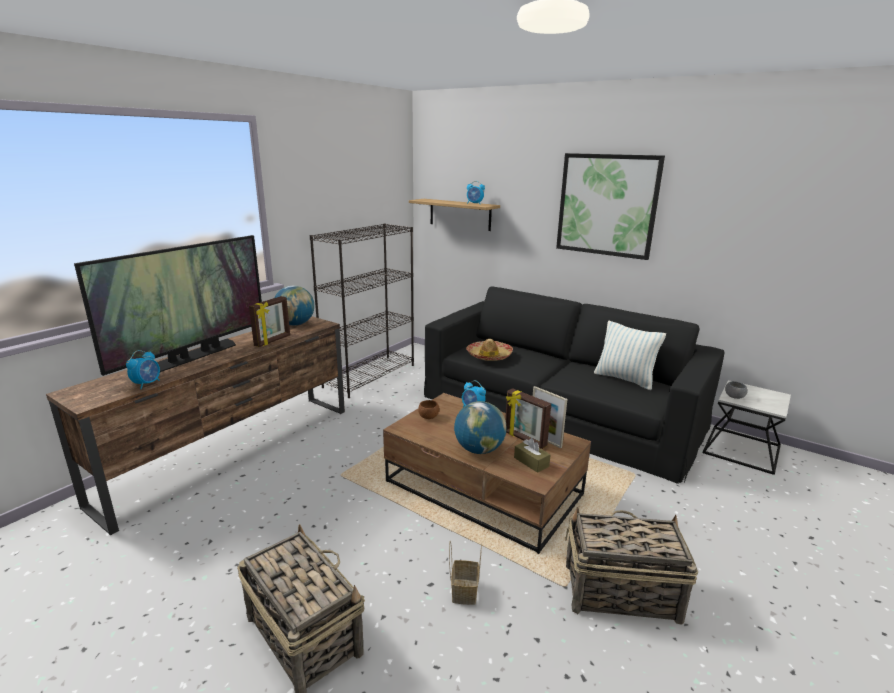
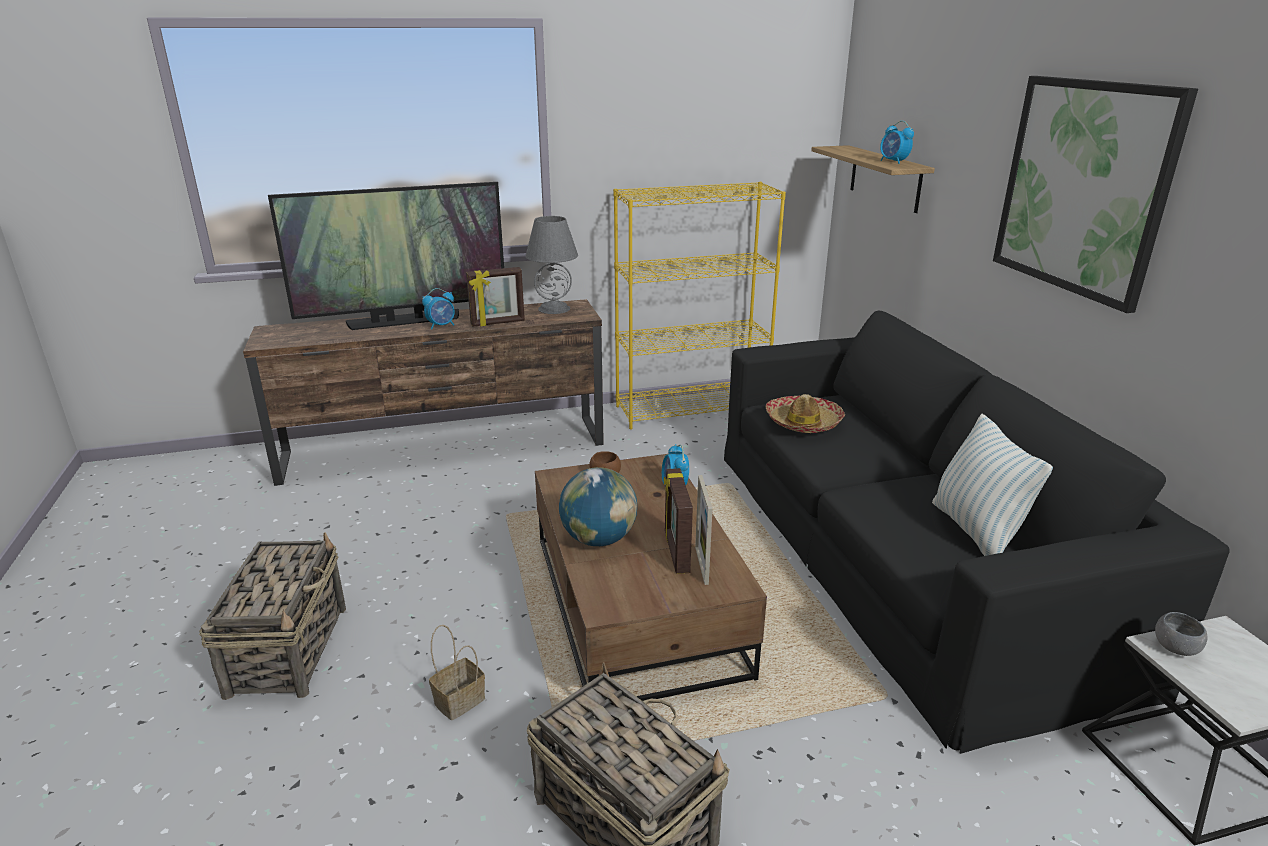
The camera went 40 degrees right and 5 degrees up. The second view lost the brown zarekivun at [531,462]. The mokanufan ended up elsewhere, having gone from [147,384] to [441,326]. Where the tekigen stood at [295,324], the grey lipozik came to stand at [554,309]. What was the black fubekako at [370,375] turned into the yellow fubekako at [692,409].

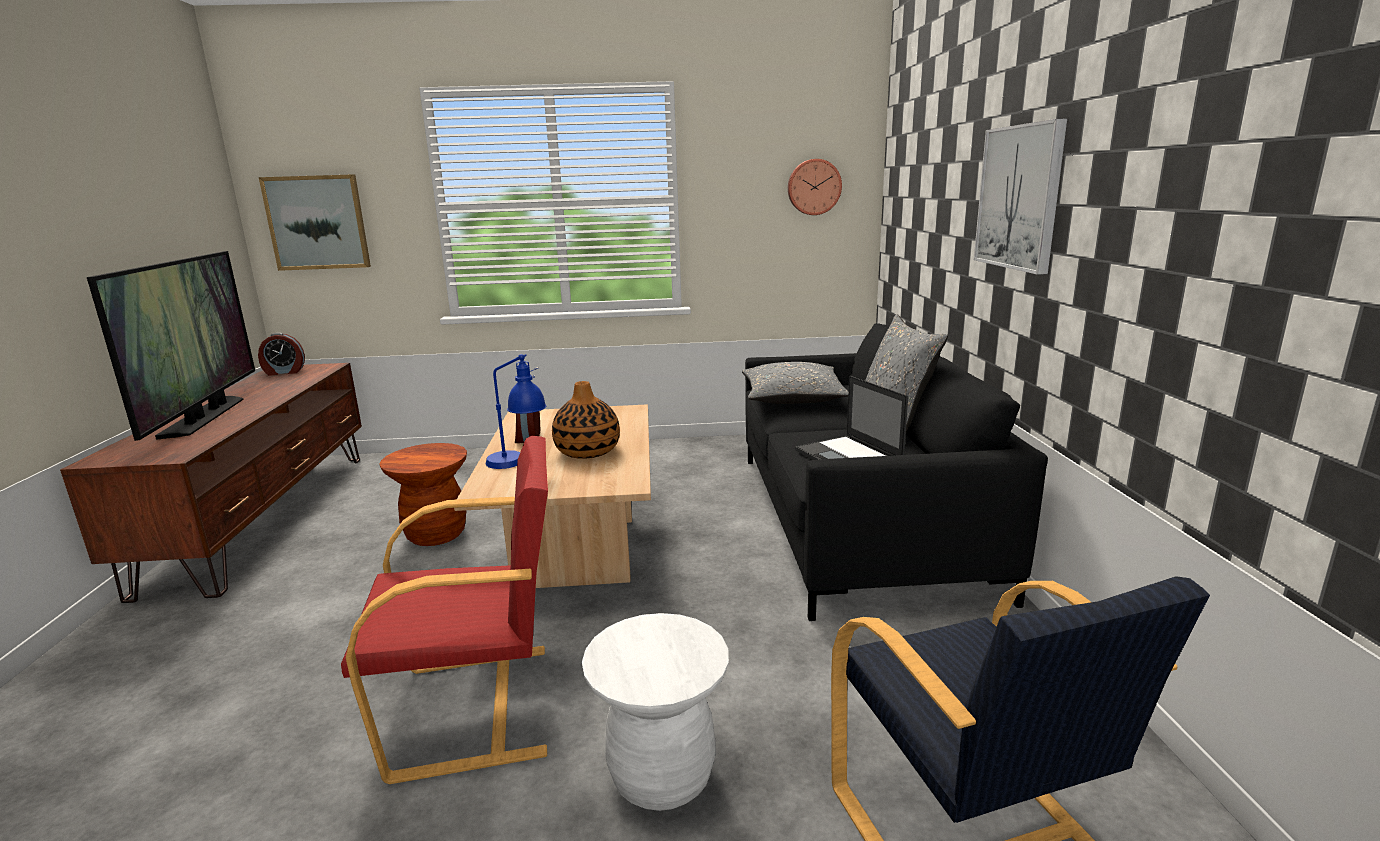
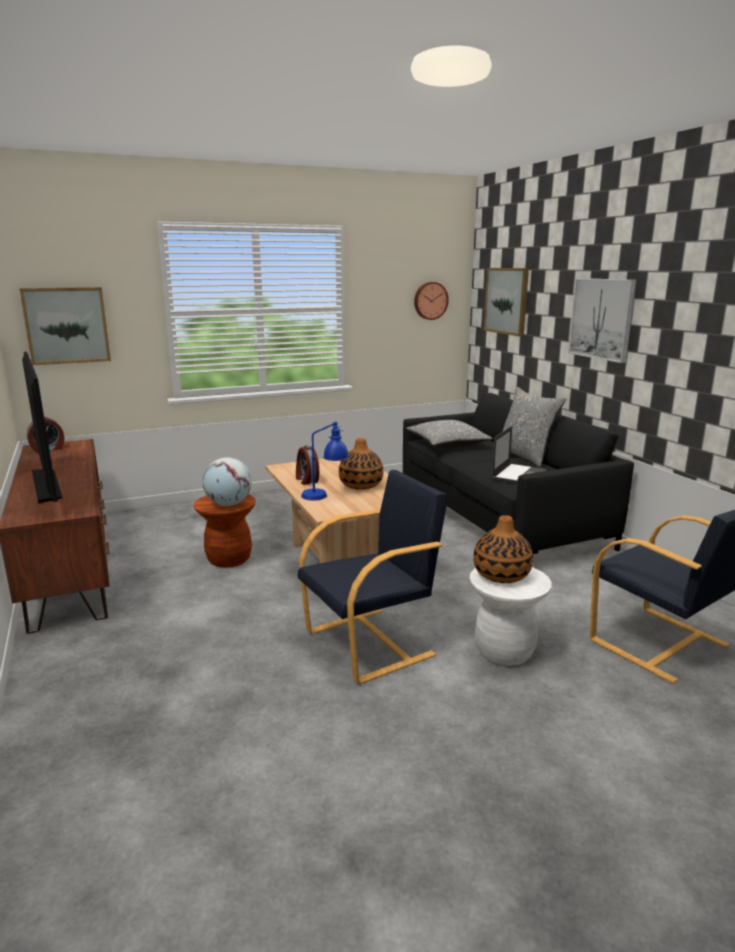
The camera went 20 degrees left and 0 degrees up. The second view gained the tekigen at [229,504]. The second view gained the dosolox at [501,575]. The second view gained the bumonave at [507,301]. What was the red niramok at [478,708] turned into the black niramok at [371,643]. The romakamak at [849,457] ended up facing another way, 105 degrees counterclockwise from before.

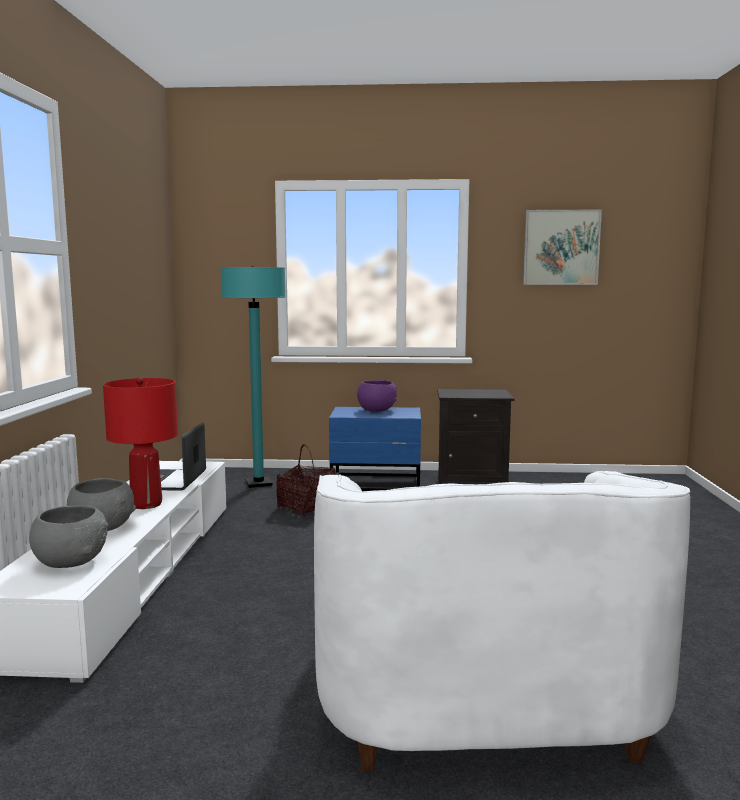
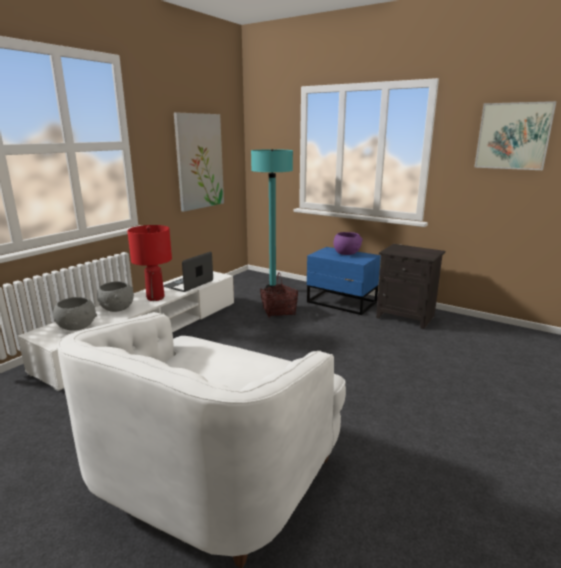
The camera went 30 degrees right and 10 degrees up. The second view gained the bumonave at [199,161].

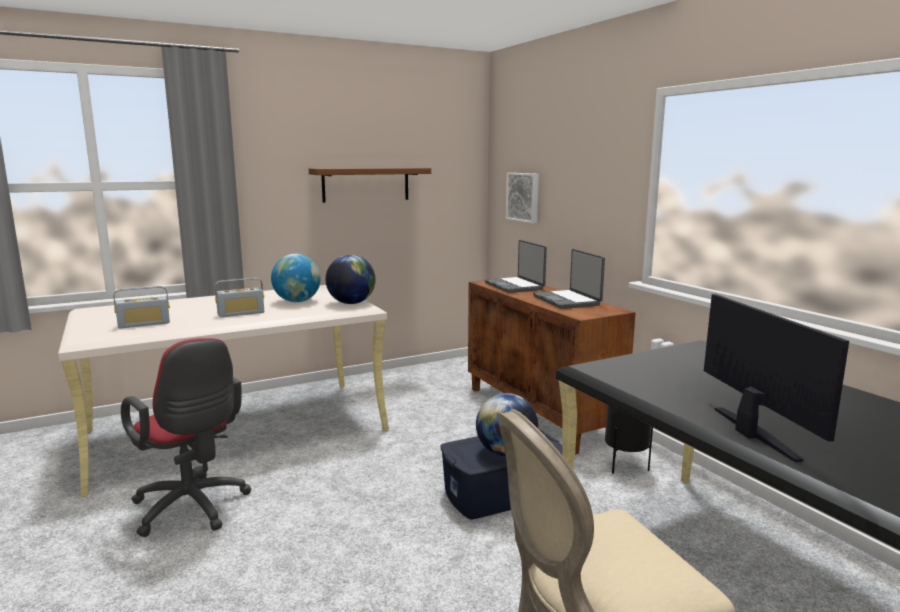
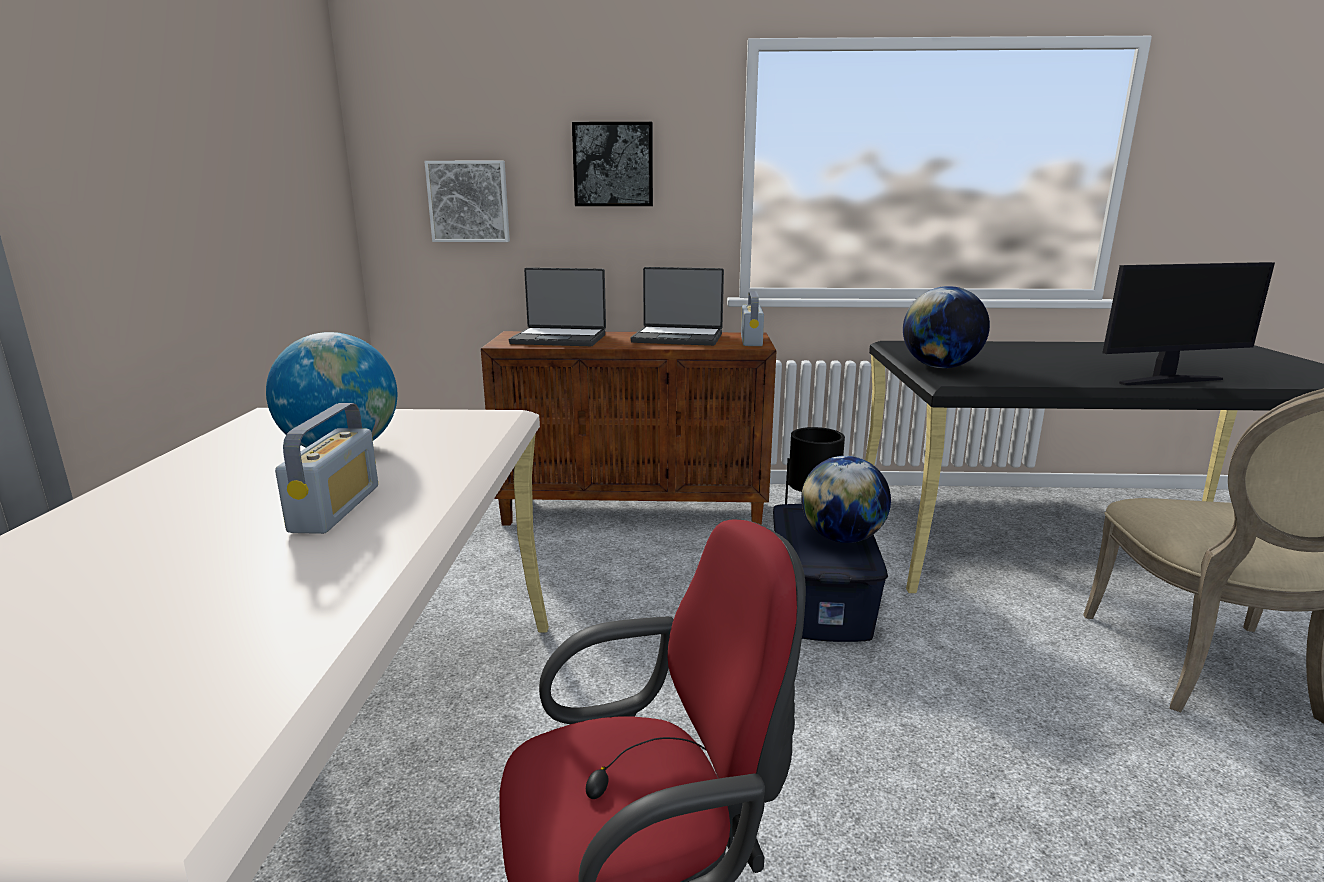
The camera went 60 degrees left and 5 degrees up. The second view lost the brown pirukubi at [366,184]. The second view gained the bumonave at [613,165]. The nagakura ended up elsewhere, having gone from [144,324] to [751,340]. The tekigen ended up elsewhere, having gone from [351,303] to [940,367]. The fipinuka at [750,433] ended up facing another way, 150 degrees clockwise from before.

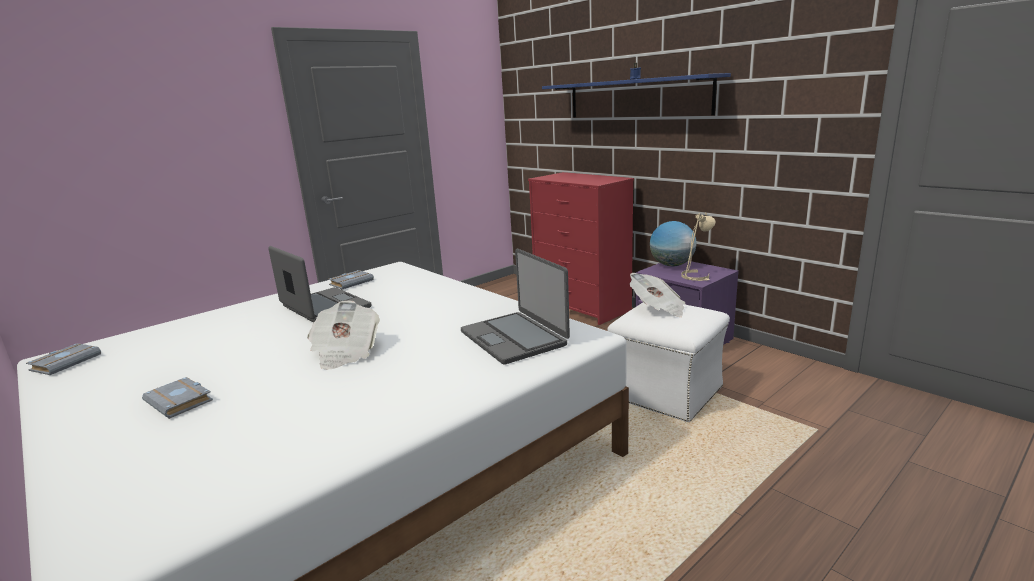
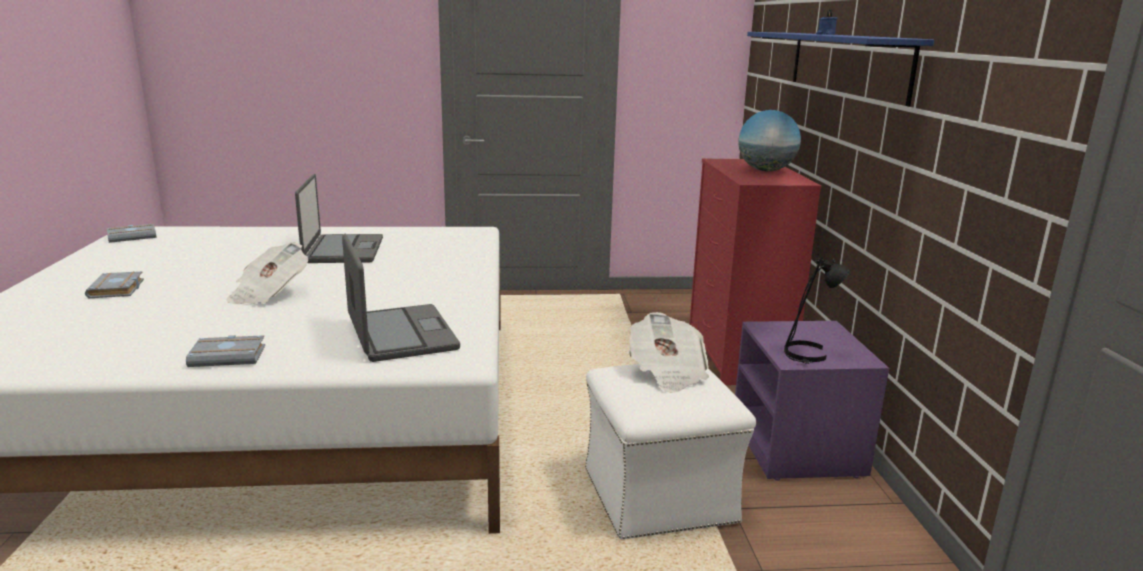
The camera went 35 degrees right and 0 degrees up. The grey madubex ended up elsewhere, having gone from [351,282] to [229,356]. The tekigen ended up elsewhere, having gone from [672,265] to [766,170]. What was the beige lipozik at [696,276] turned into the black lipozik at [806,354]. The romakamak at [514,338] ended up facing another way, 150 degrees clockwise from before.

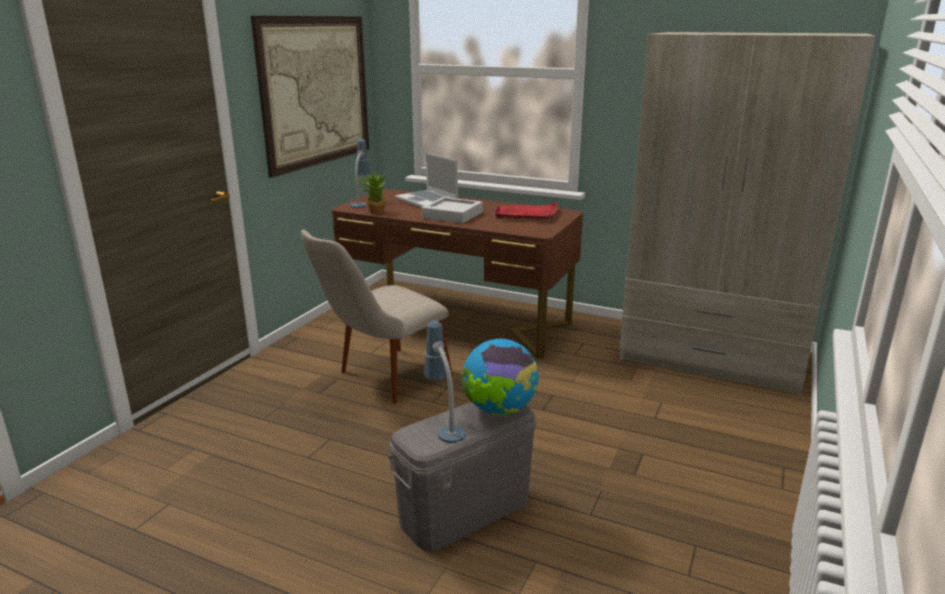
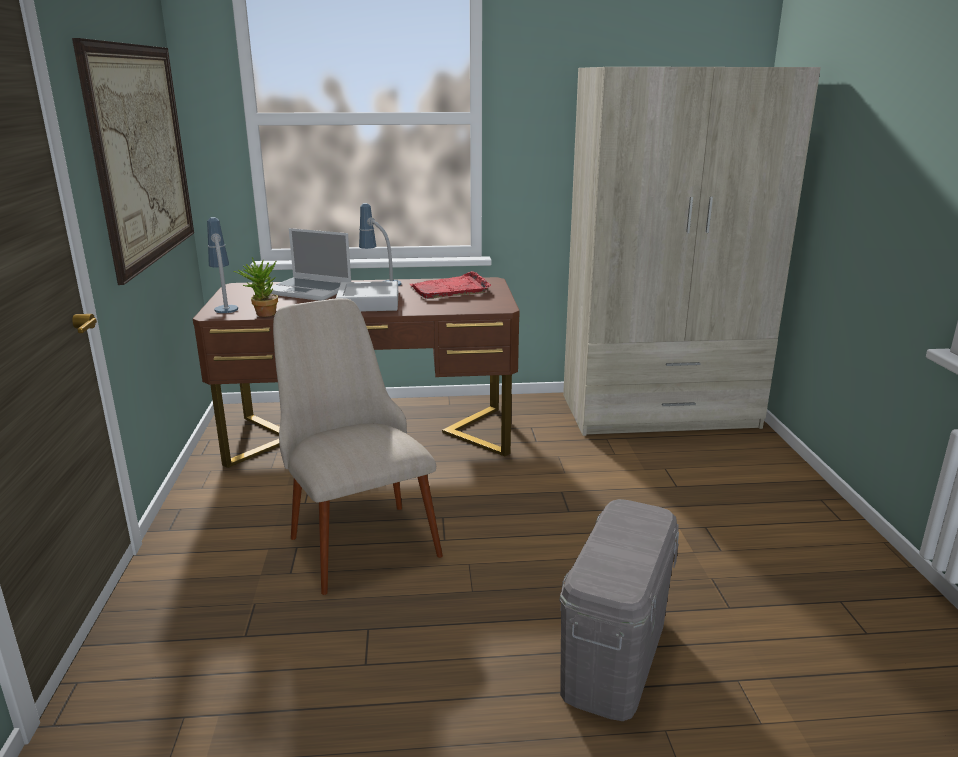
The camera went 30 degrees left and 0 degrees up. The second view lost the tekigen at [499,410]. The lipozik ended up elsewhere, having gone from [444,425] to [380,282]. The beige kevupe at [381,381] ended up facing another way, 135 degrees clockwise from before.

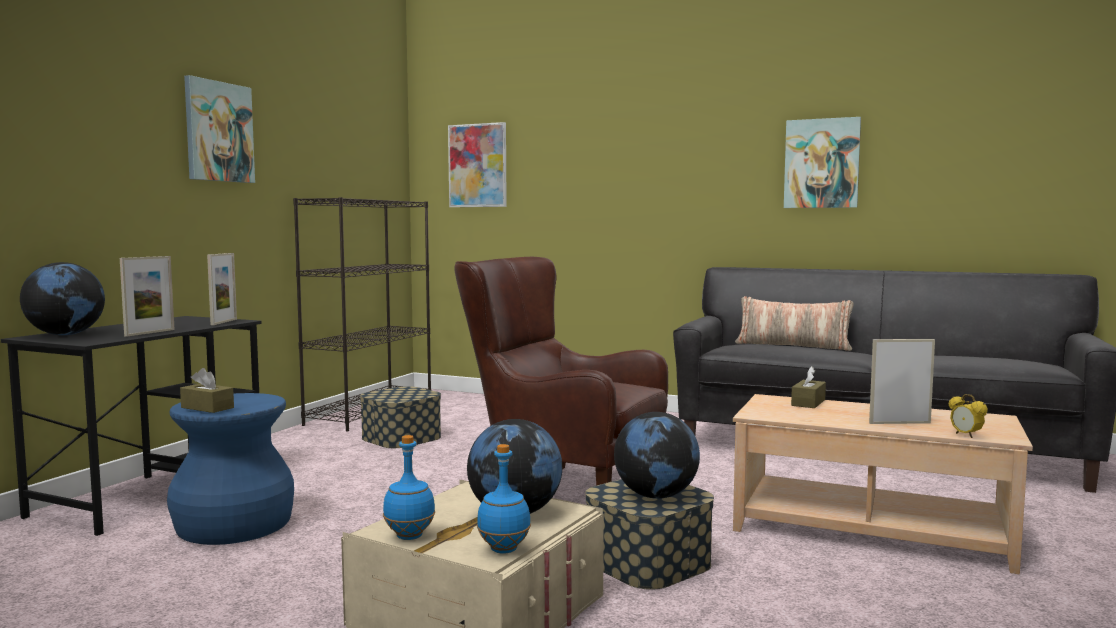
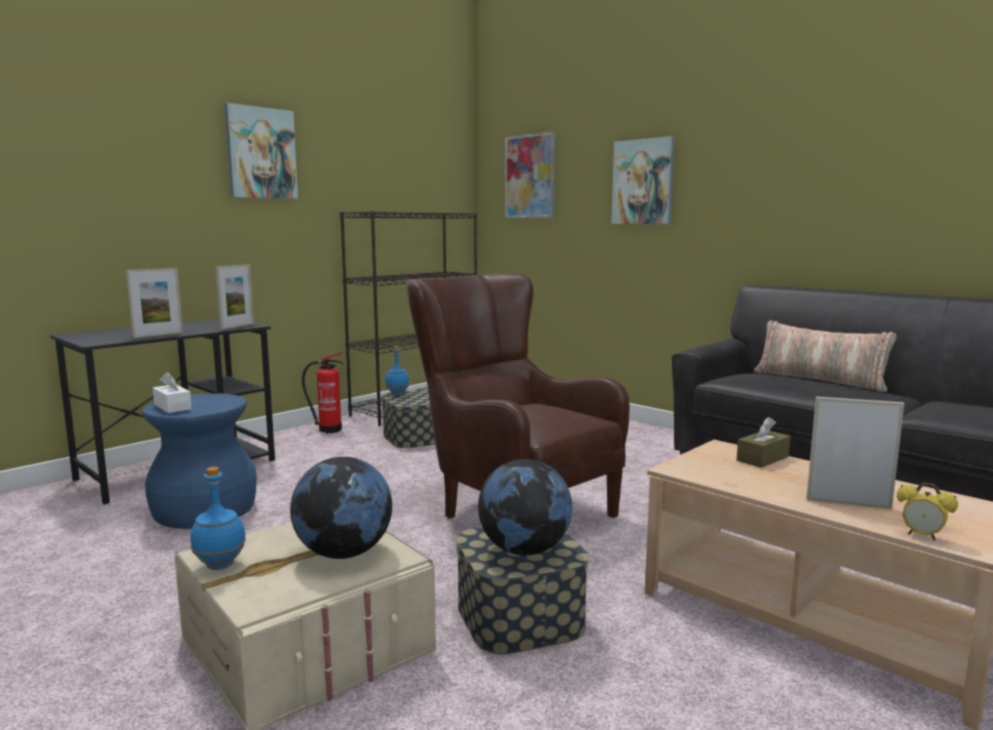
The camera went 20 degrees right and 5 degrees up. The second view lost the tekigen at [65,334]. The second view gained the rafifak at [328,430]. The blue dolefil ended up elsewhere, having gone from [504,549] to [397,394]. The bumonave ended up elsewhere, having gone from [821,163] to [643,182]. What was the brown zarekivun at [207,407] turned into the white zarekivun at [172,407]. The mokanufan at [966,435] ended up facing another way, 45 degrees counterclockwise from before.

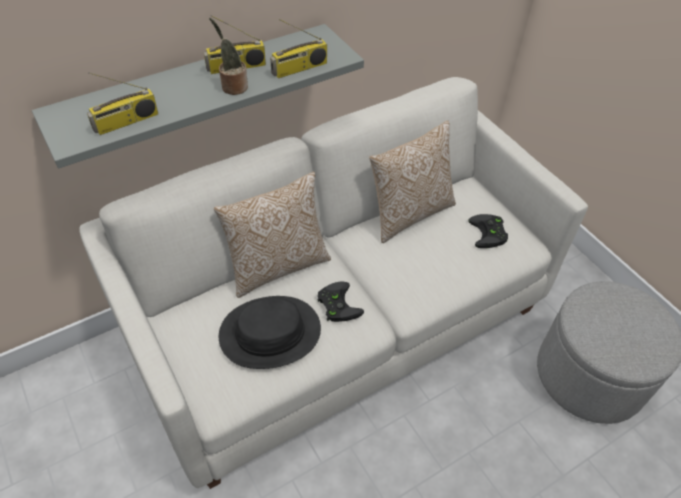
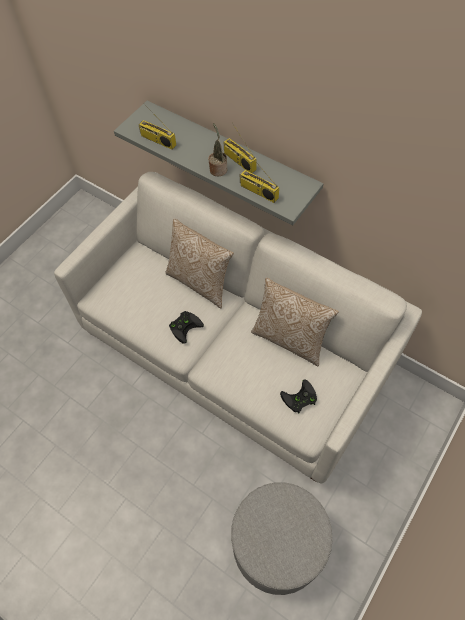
The camera went 70 degrees right and 10 degrees up. The second view lost the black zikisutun at [270,333].

